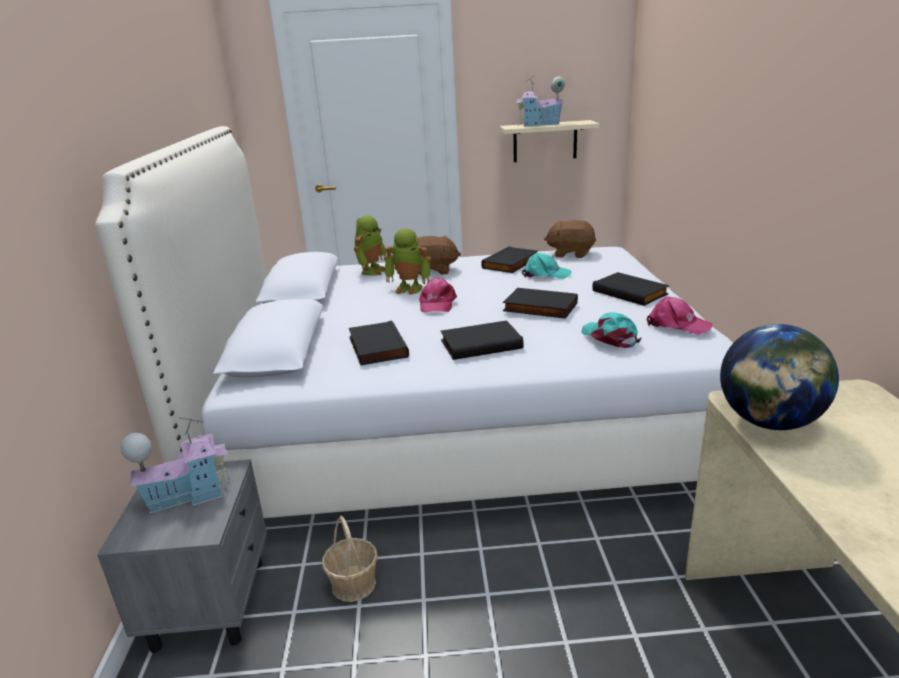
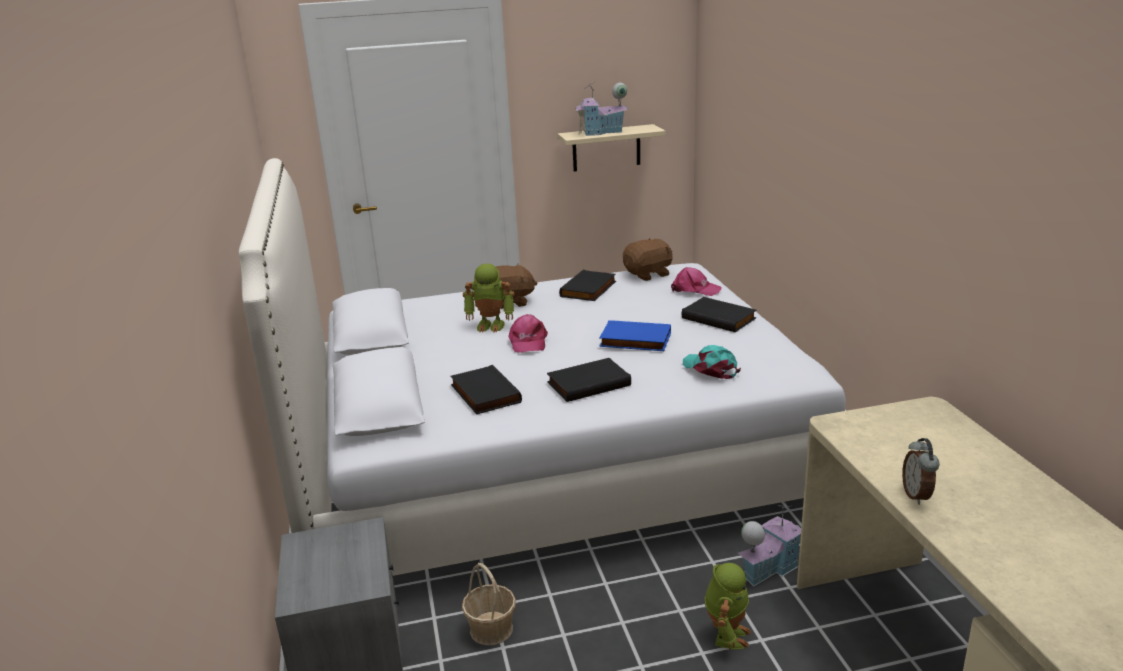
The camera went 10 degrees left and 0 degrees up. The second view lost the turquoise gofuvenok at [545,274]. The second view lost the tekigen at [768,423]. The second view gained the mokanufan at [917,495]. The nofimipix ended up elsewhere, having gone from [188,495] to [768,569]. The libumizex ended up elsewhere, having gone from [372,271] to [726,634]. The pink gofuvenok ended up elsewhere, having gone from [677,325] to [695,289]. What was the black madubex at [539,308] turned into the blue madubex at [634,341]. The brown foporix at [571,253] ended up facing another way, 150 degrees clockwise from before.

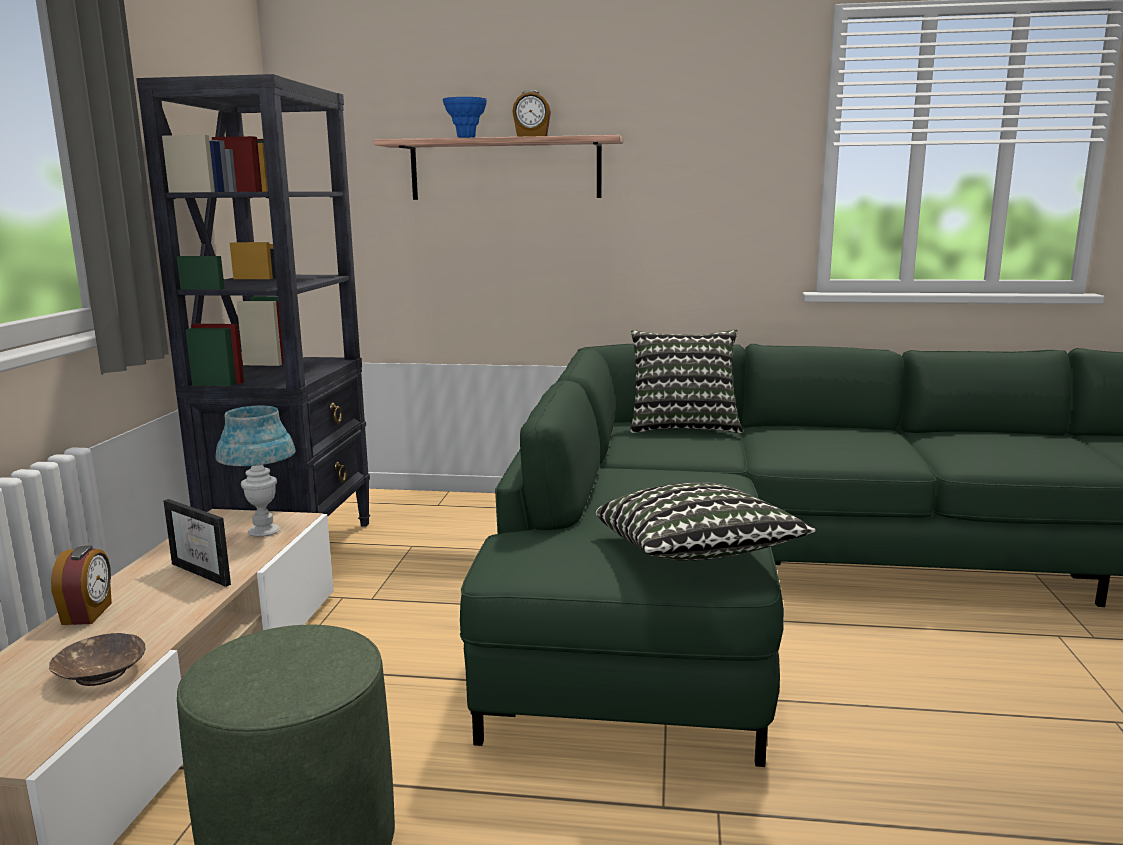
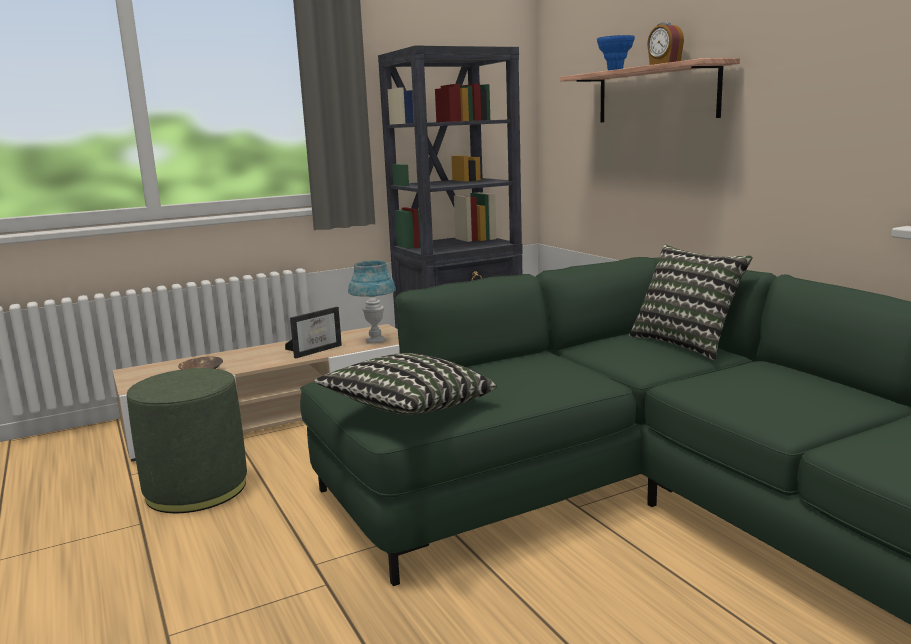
The camera went 55 degrees right and 0 degrees up. The second view lost the mokanufan at [88,614]. The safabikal at [210,571] ended up facing another way, 135 degrees counterclockwise from before.

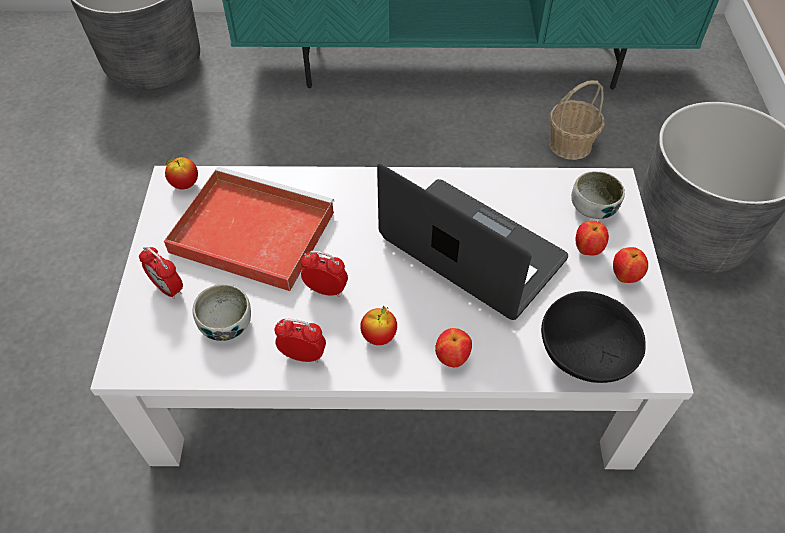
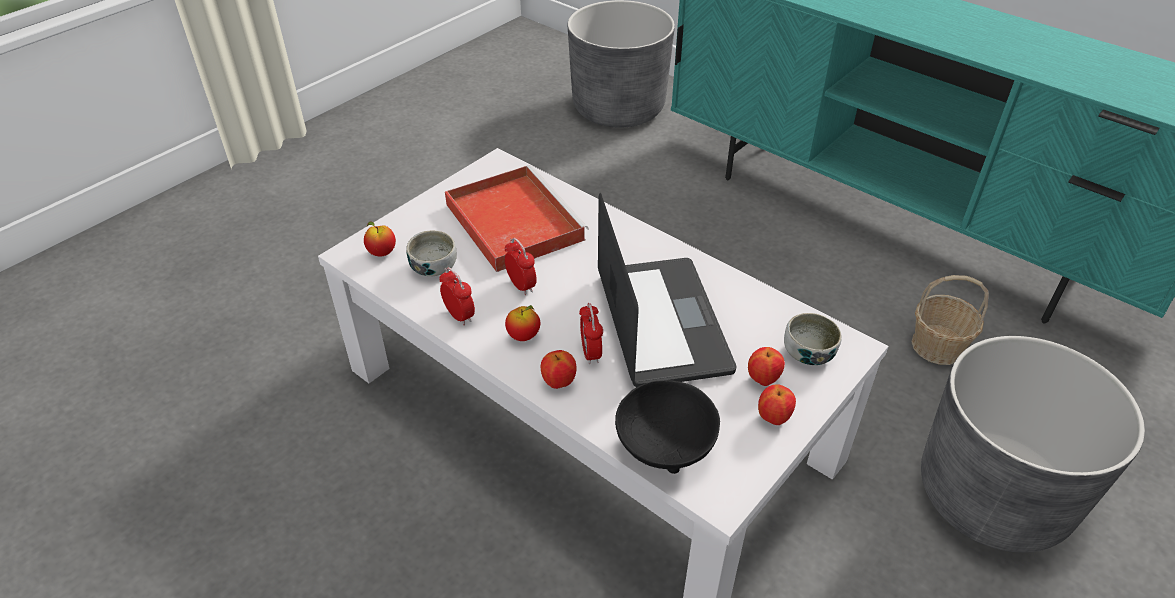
The camera went 40 degrees right and 10 degrees down. The mokanufan ended up elsewhere, having gone from [168,288] to [590,353]. The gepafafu ended up elsewhere, having gone from [185,184] to [382,253].

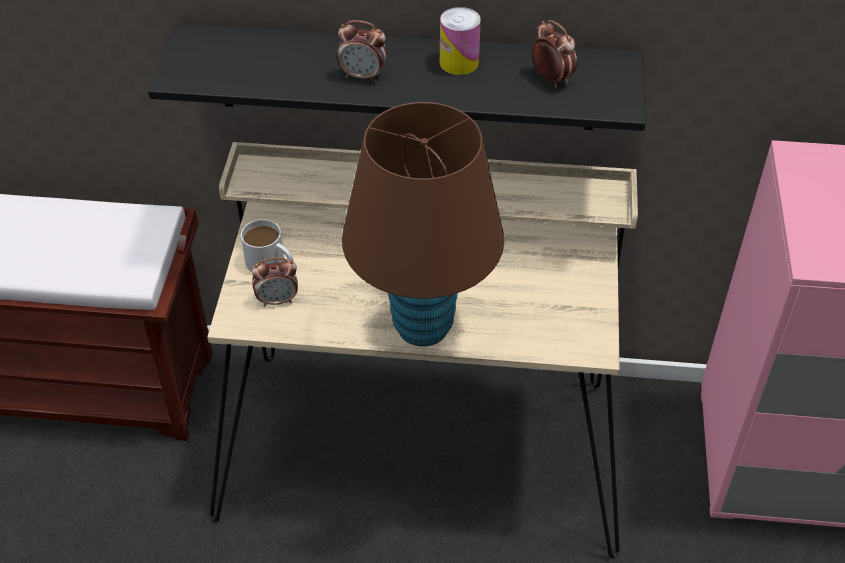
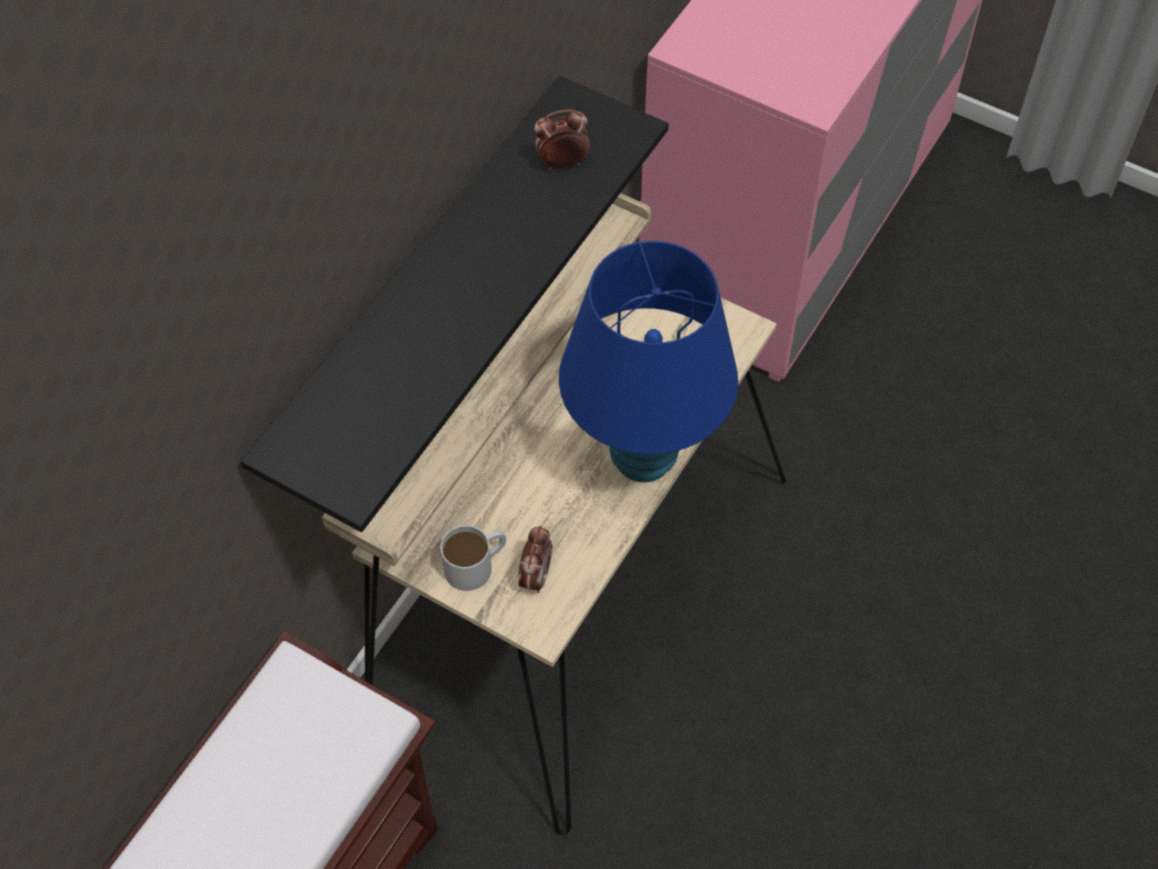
The camera went 65 degrees left and 10 degrees up. The second view lost the mokanufan at [363,76]. The second view lost the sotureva at [459,62]. What was the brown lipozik at [423,327] turned into the blue lipozik at [643,457].

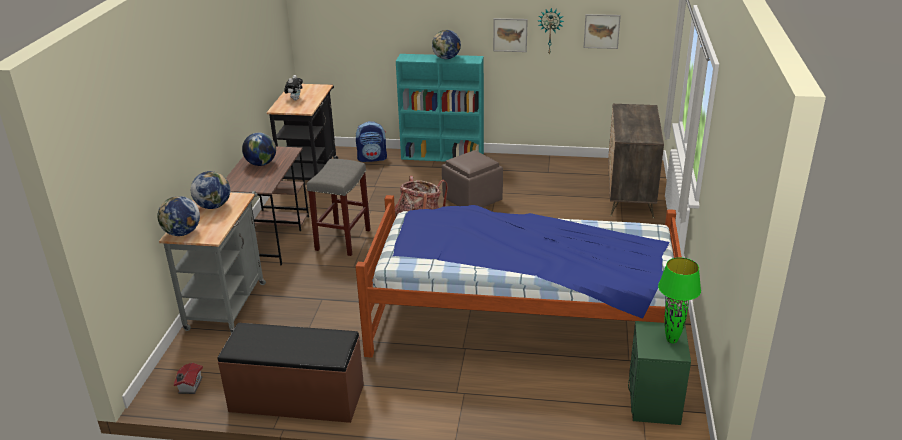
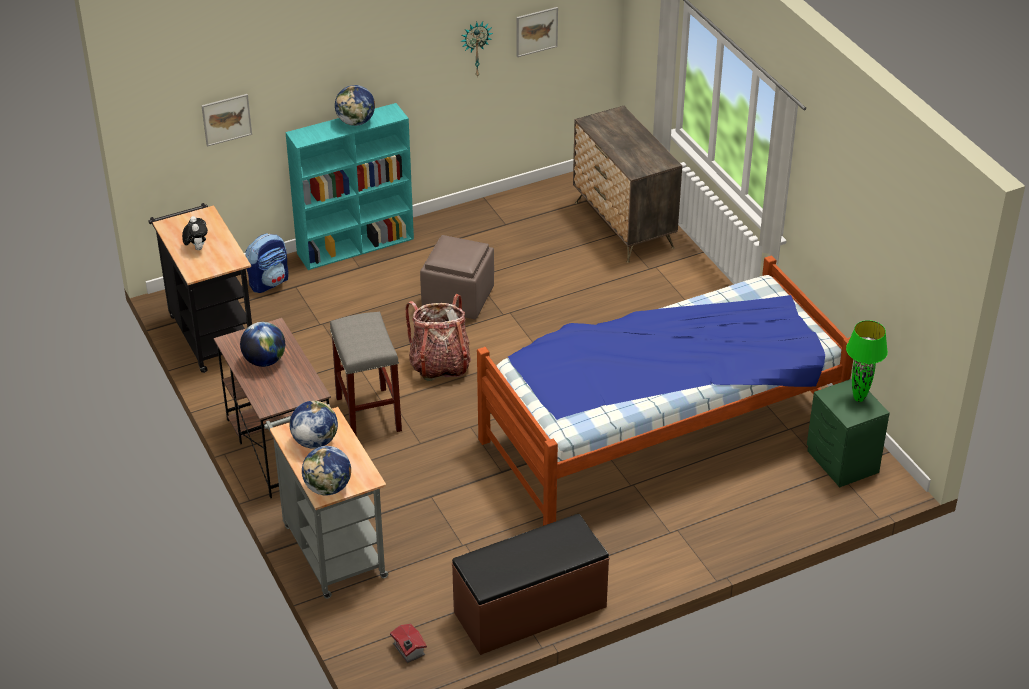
The camera went 35 degrees left and 10 degrees up. The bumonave ended up elsewhere, having gone from [510,35] to [226,119].

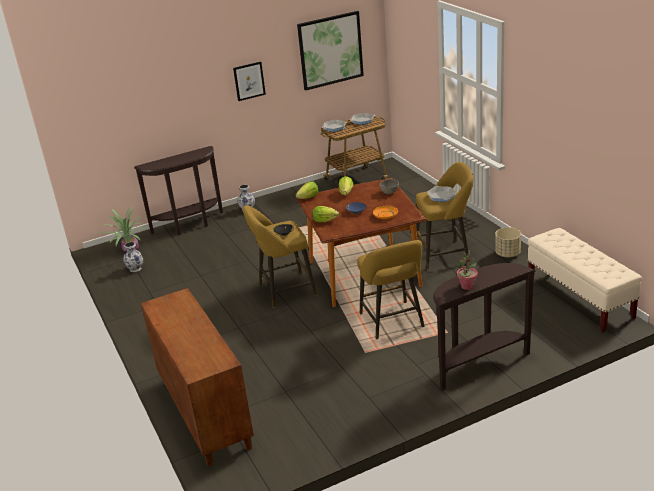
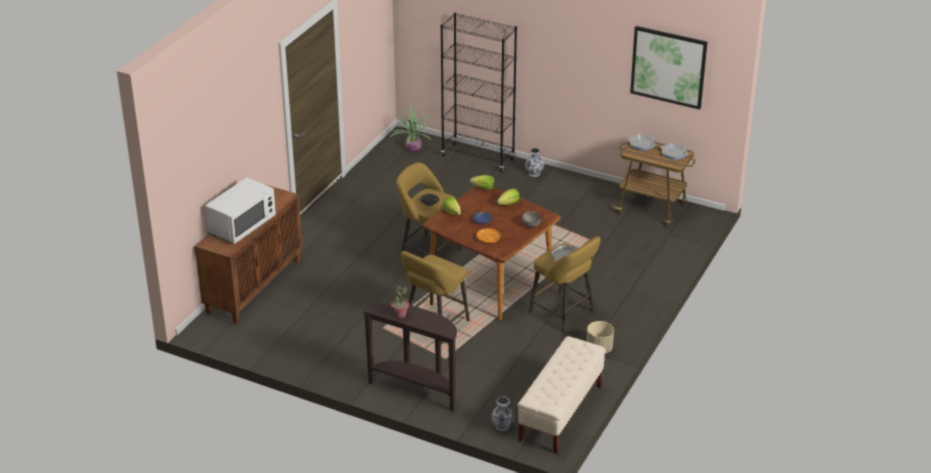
The camera went 50 degrees right and 5 degrees up. The second view lost the bumonave at [249,81]. The second view gained the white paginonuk at [242,226]. The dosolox ended up elsewhere, having gone from [135,269] to [502,426]. Where the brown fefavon stood at [190,226], the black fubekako came to stand at [478,158].

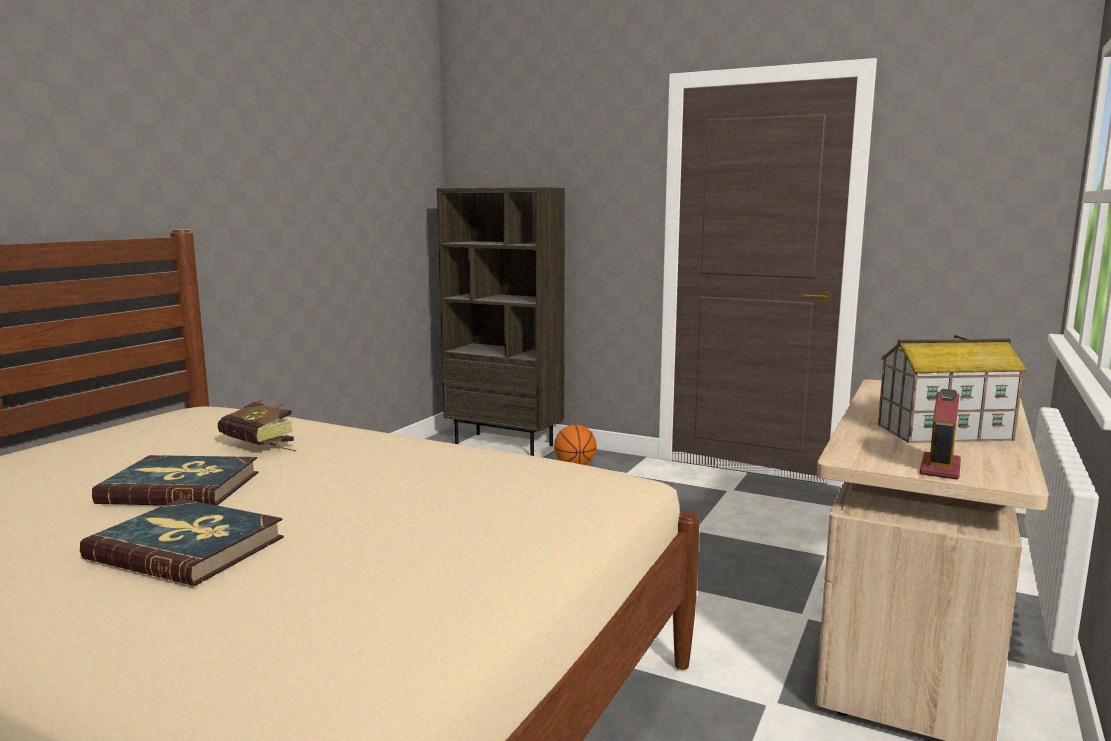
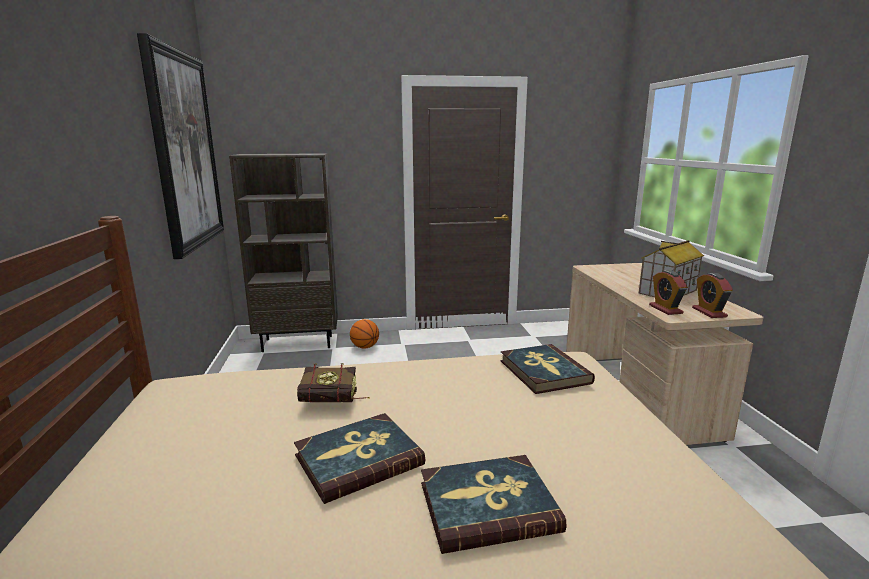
The camera went 35 degrees left and 5 degrees up. The second view gained the bumonave at [185,151]. The second view gained the madubex at [544,372]. The second view gained the mokanufan at [665,309].

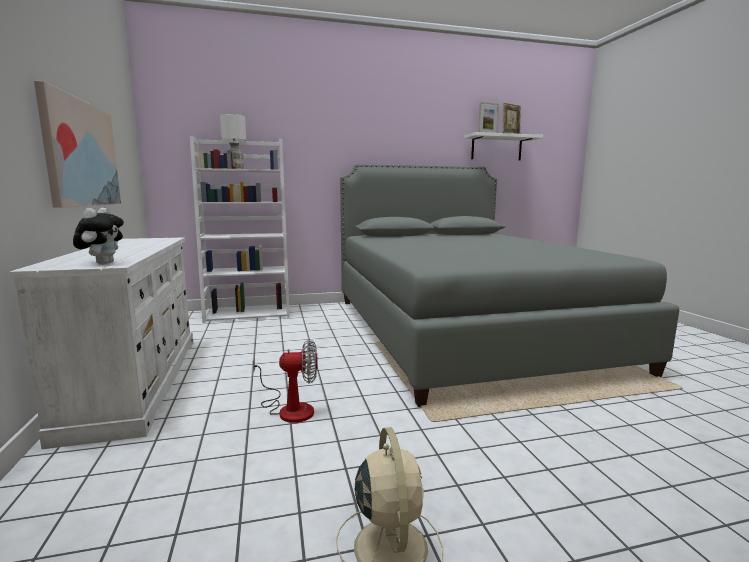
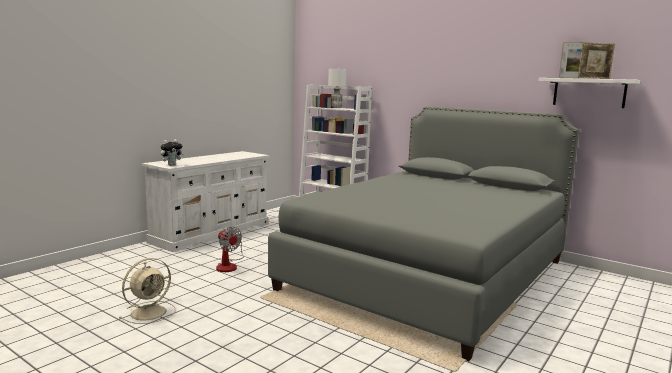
The camera went 50 degrees right and 0 degrees up. The second view lost the bumonave at [81,154].

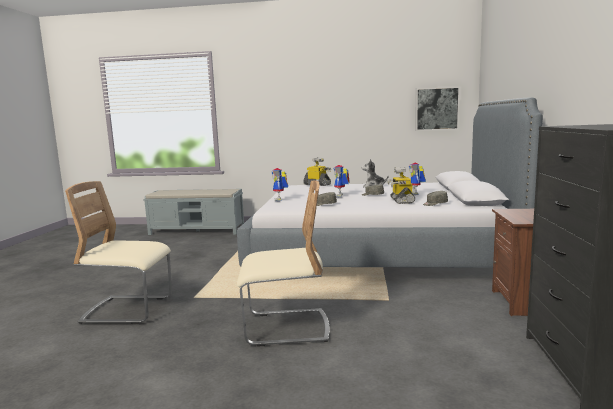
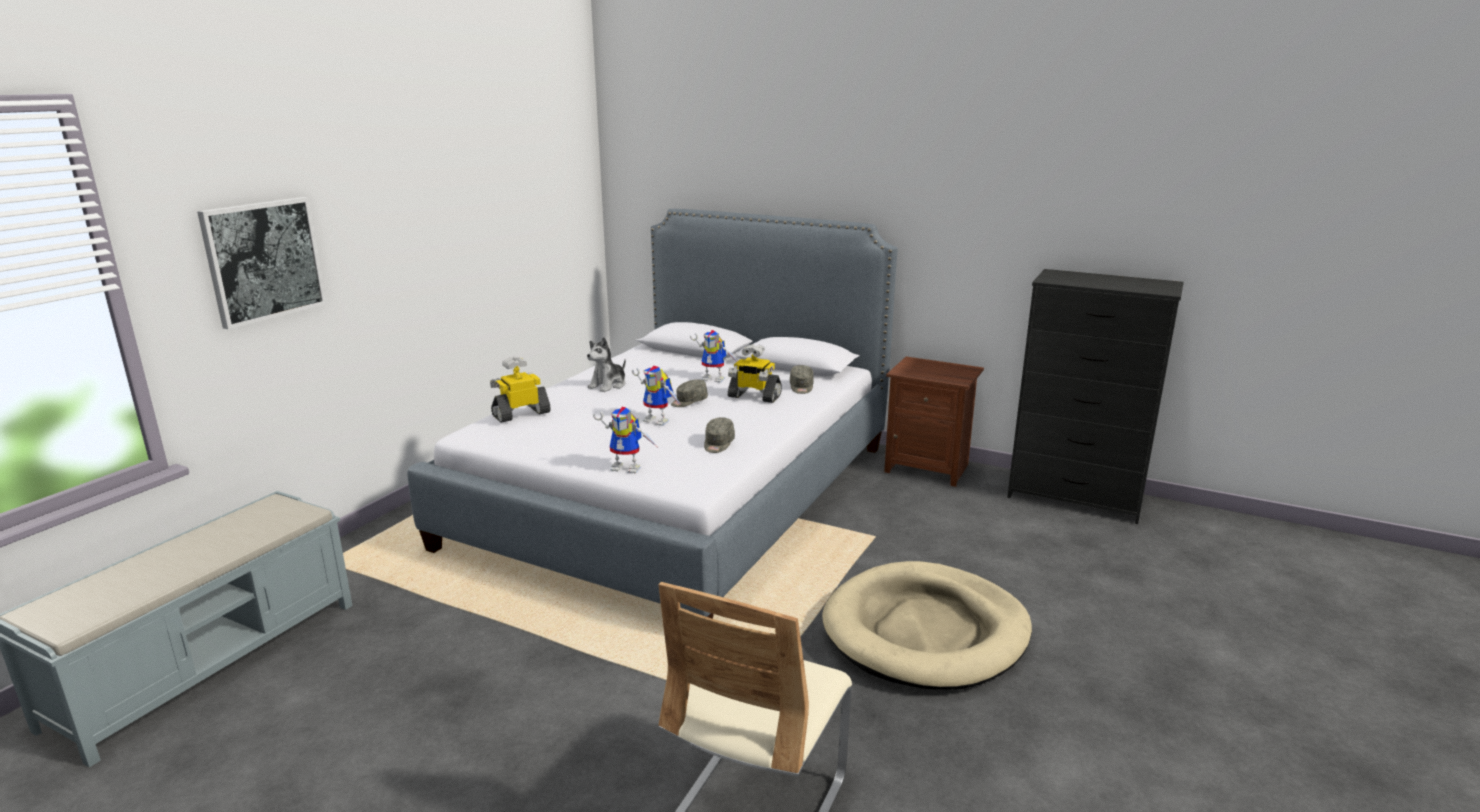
The camera went 70 degrees left and 10 degrees up. The bumonave ended up elsewhere, having gone from [437,108] to [264,260]. Where the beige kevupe stood at [286,328], the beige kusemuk came to stand at [925,631].

